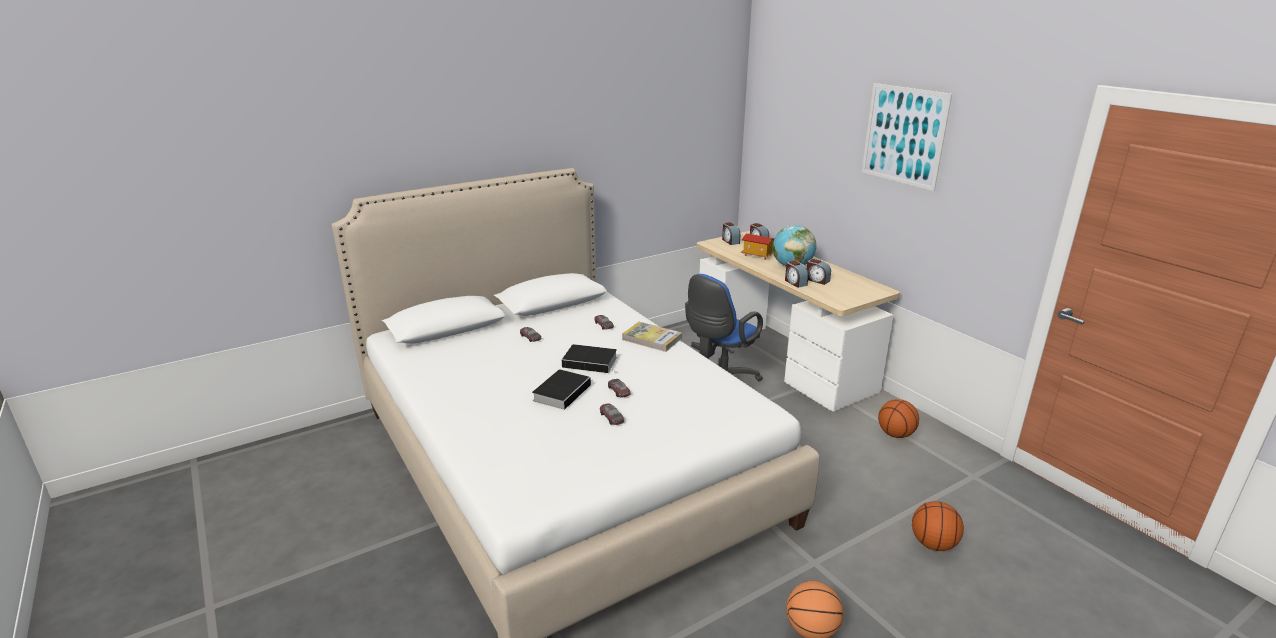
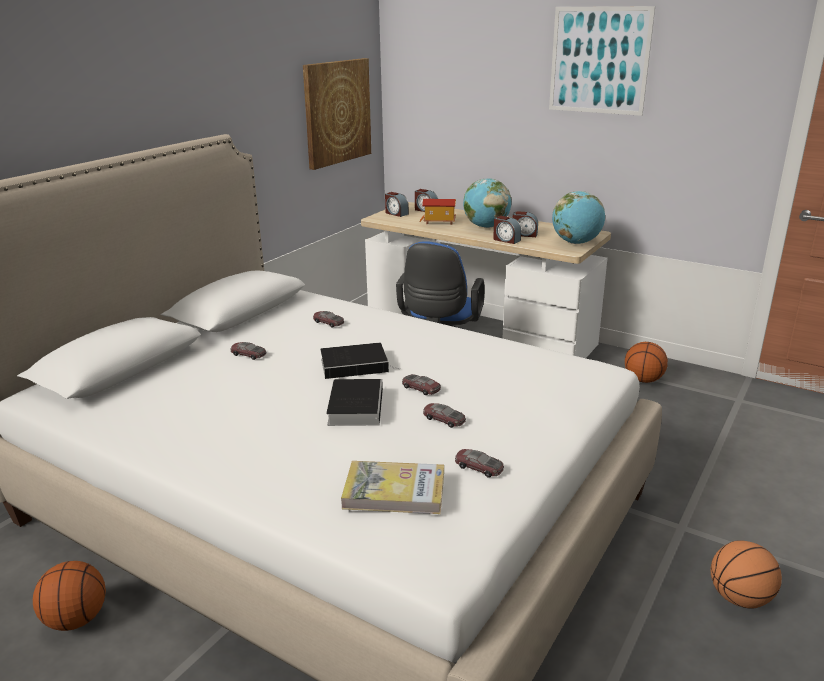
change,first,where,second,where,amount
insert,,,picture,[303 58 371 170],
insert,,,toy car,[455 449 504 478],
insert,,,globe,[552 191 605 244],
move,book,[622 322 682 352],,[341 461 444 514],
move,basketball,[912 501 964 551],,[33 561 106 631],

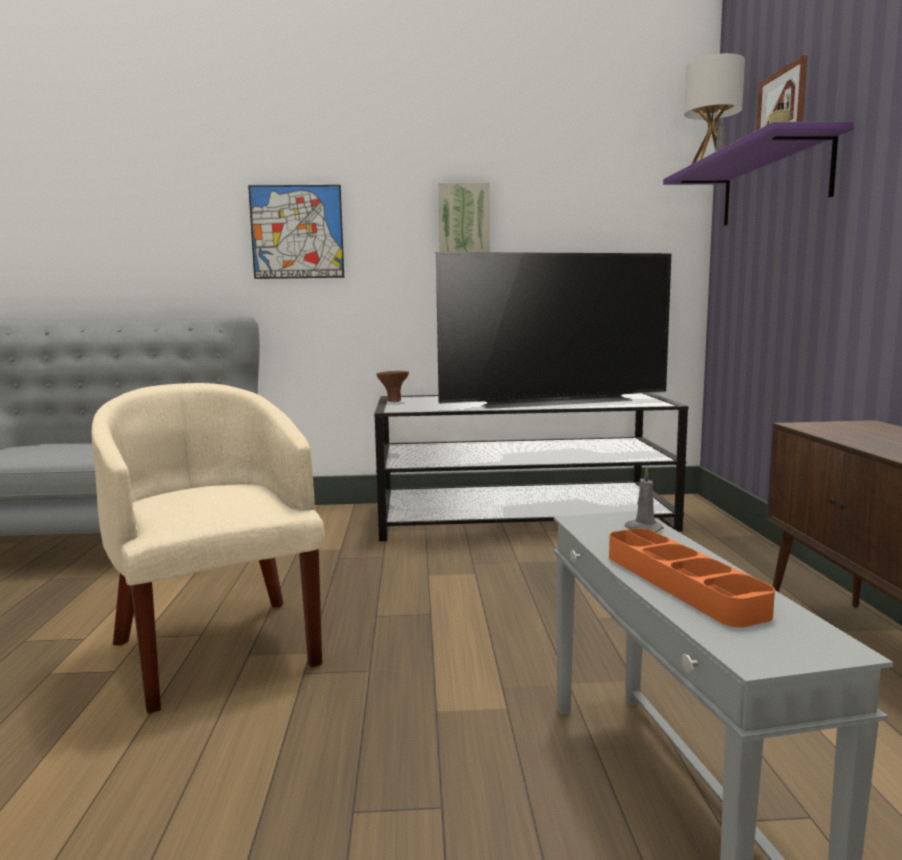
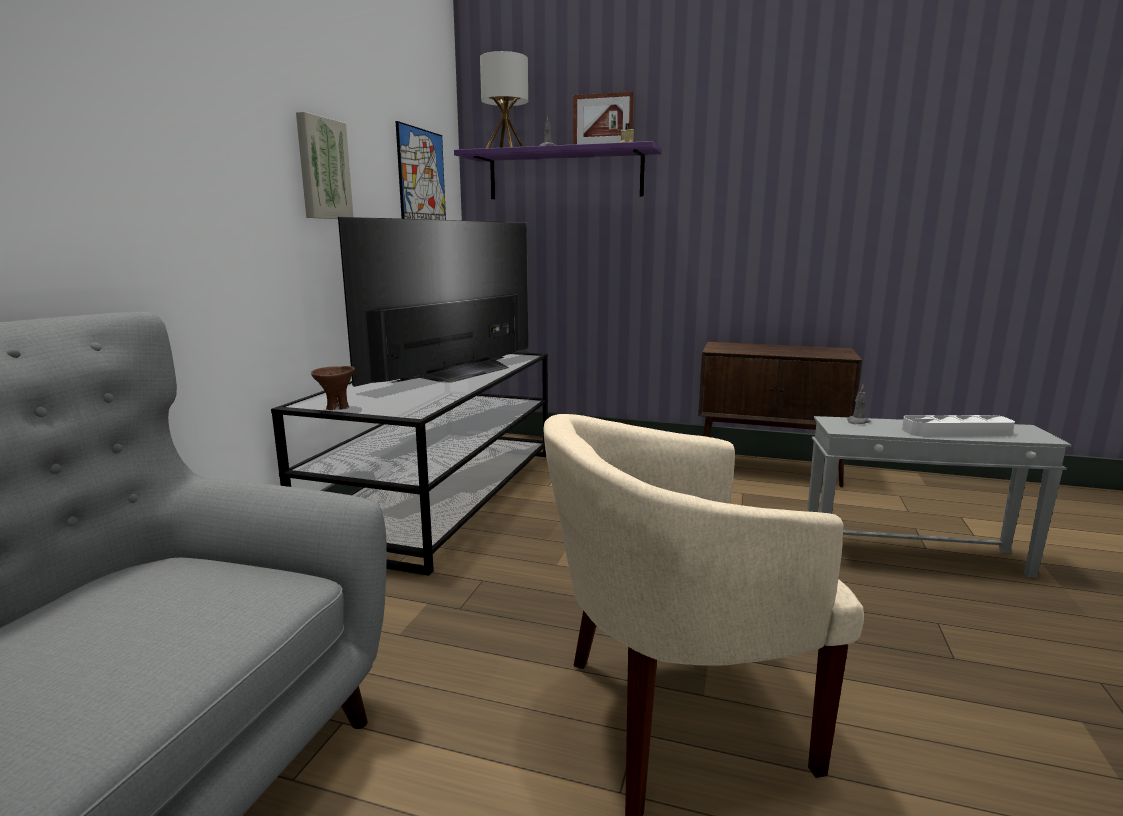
change,first,where,second,where,amount
move,picture,[248 185 344 279],,[396 121 446 220],
recolor,tray in orange,[609 528 775 627],tray in grey,[902 415 1015 436],
rotate,television,[436 252 672 409],,[338 217 528 387],150 degrees counterclockwise

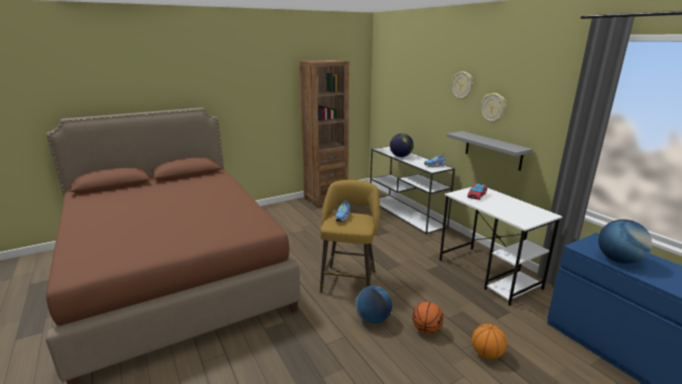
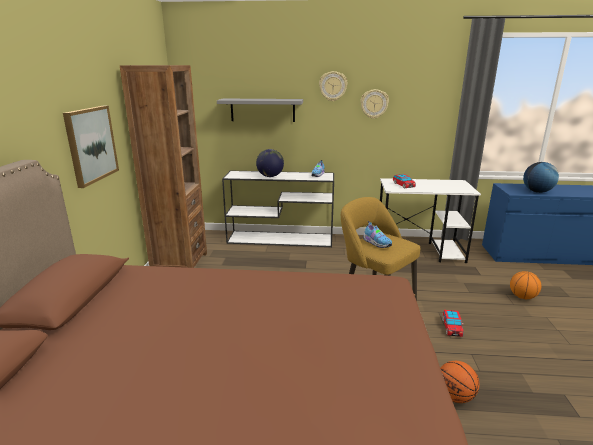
change,first,where,second,where,amount
insert,,,picture,[63 106 119 188],
move,basketball,[412 302 443 334],,[440 361 479 403],
move,shelf in grey,[446 131 533 171],,[217 99 303 122],
replace,globe,[356 286 392 324],toy car,[442 310 464 337],

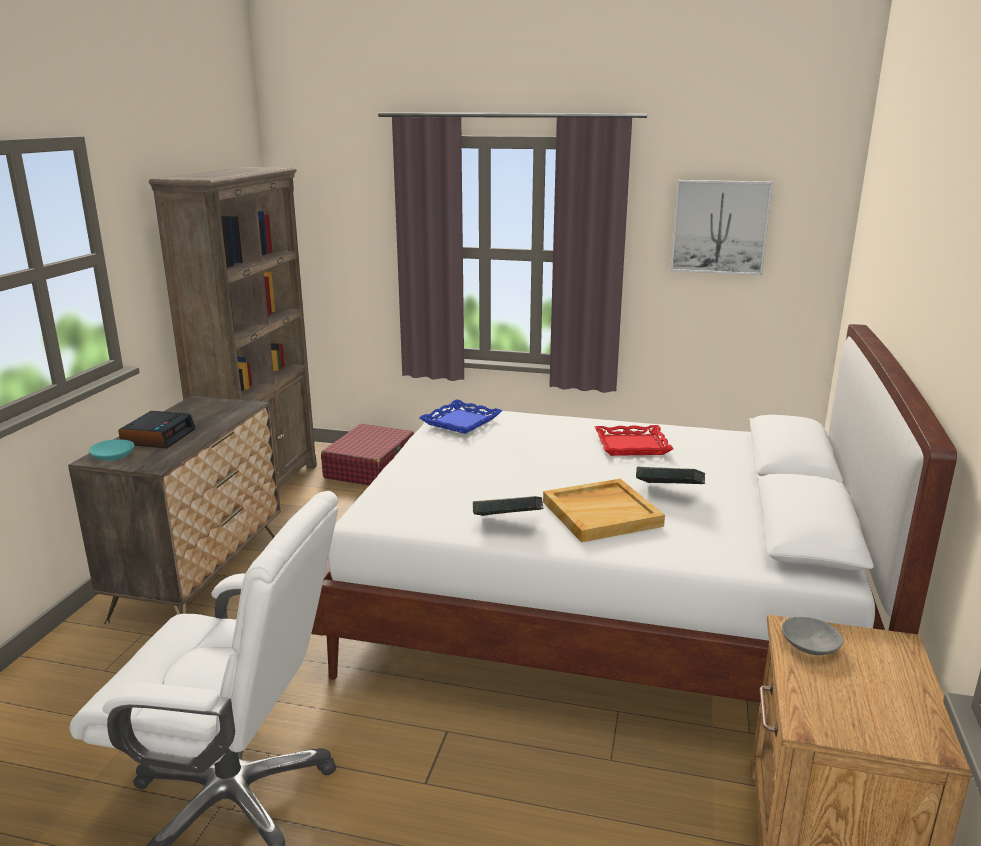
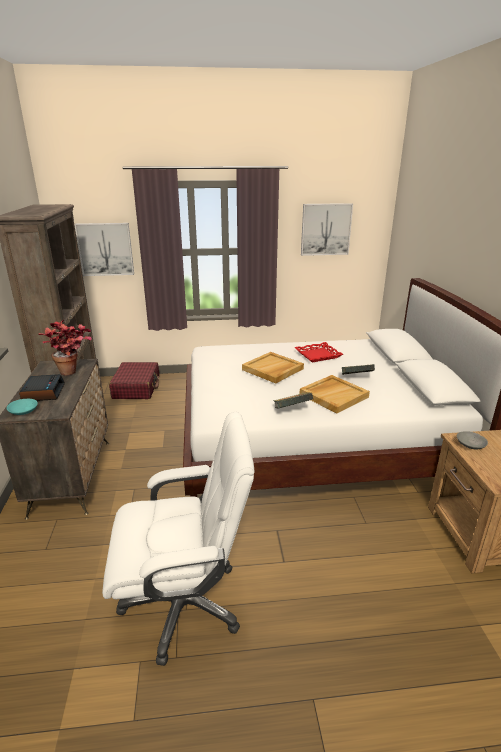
change,first,where,second,where,amount
delete,tray in blue,[419 399 503 434],,,
insert,,,potted plant,[39 320 92 376],
insert,,,picture,[75 223 134 276],
insert,,,tray in beige,[242 352 304 384],

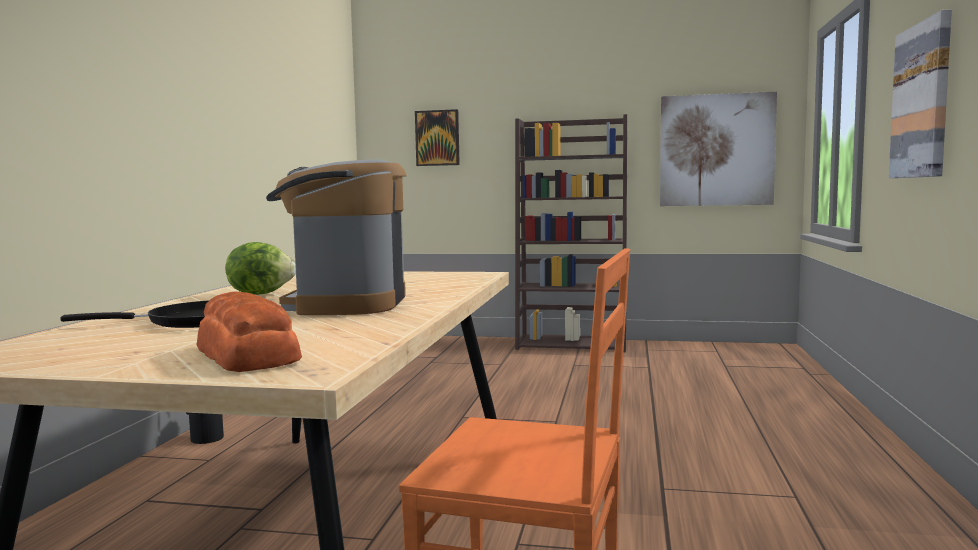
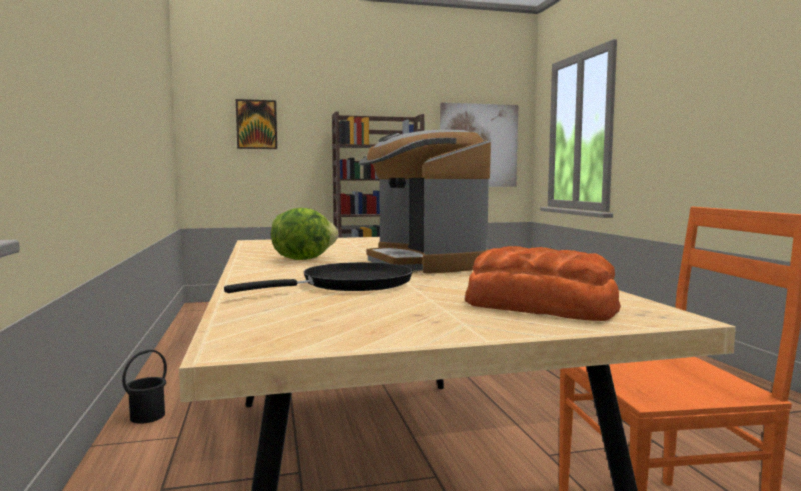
change,first,where,second,where,amount
delete,picture,[889 9 952 178],,,

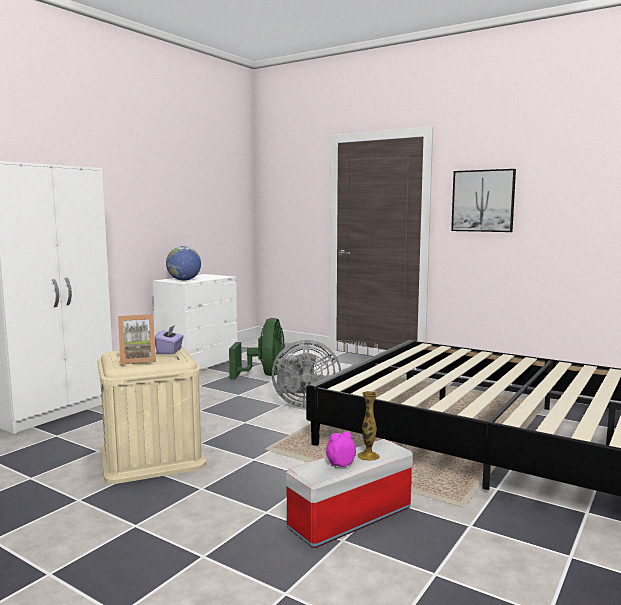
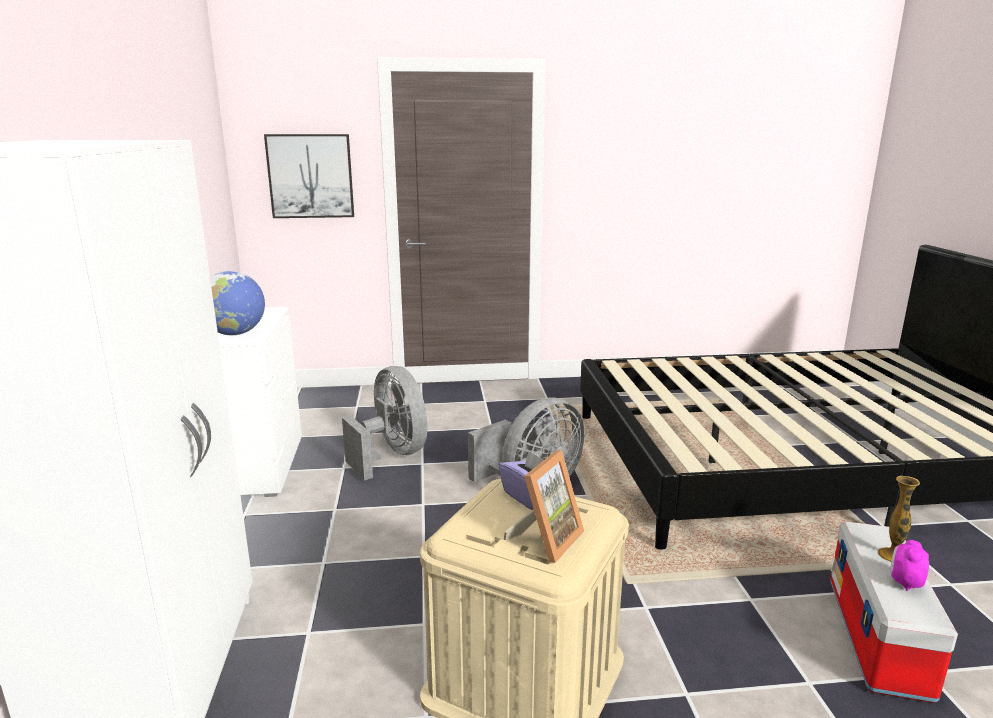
change,first,where,second,where,amount
move,picture,[451 169 516 232],,[264 134 354 218],
recolor,fan in green,[229 318 285 379],fan in grey,[342 366 428 480],

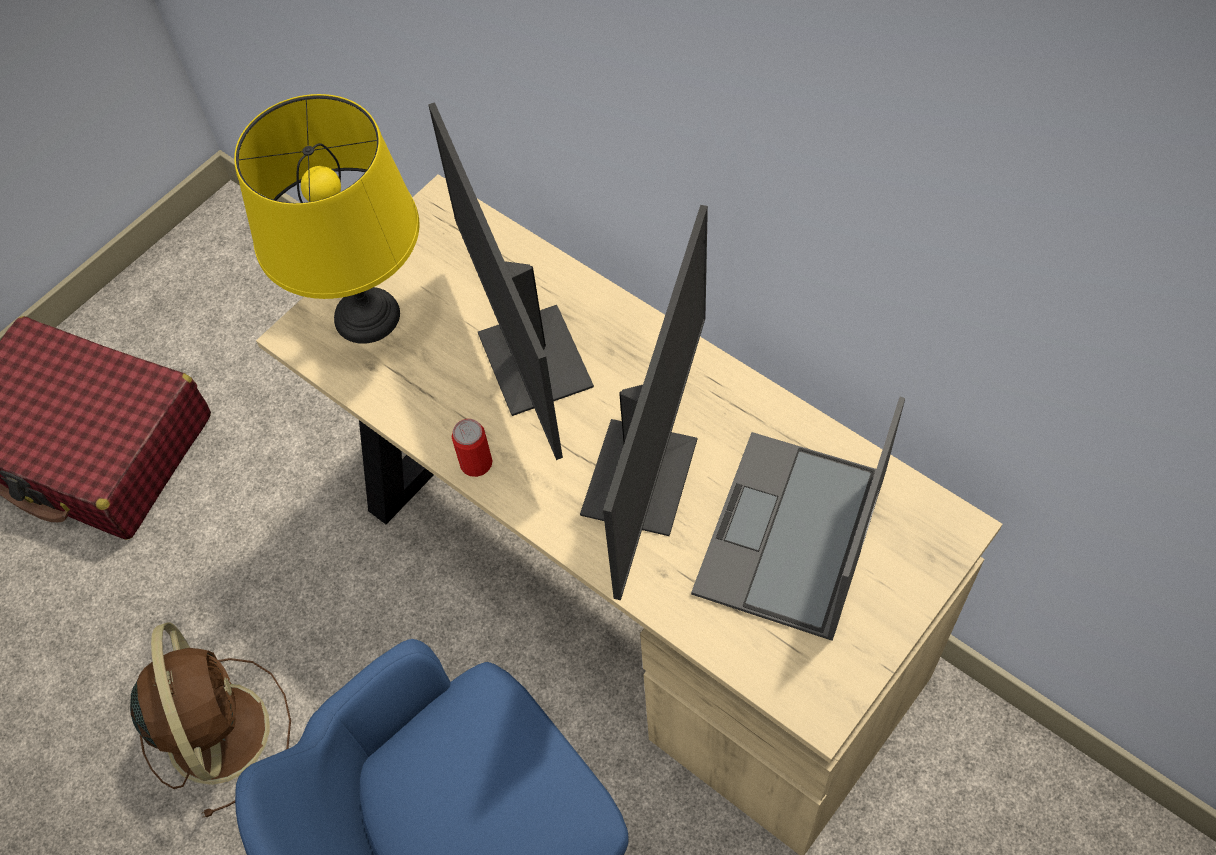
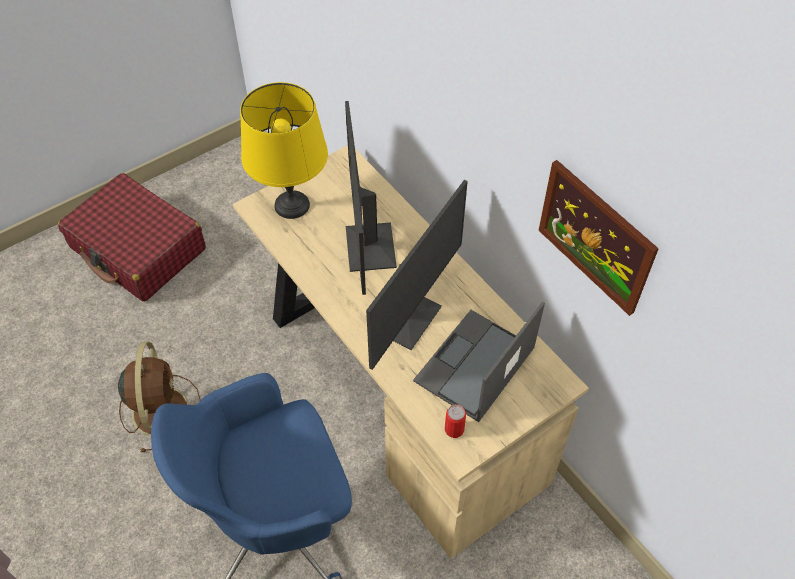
change,first,where,second,where,amount
insert,,,picture,[538 160 659 316],
move,can,[452 419 493 477],,[445 404 466 438],

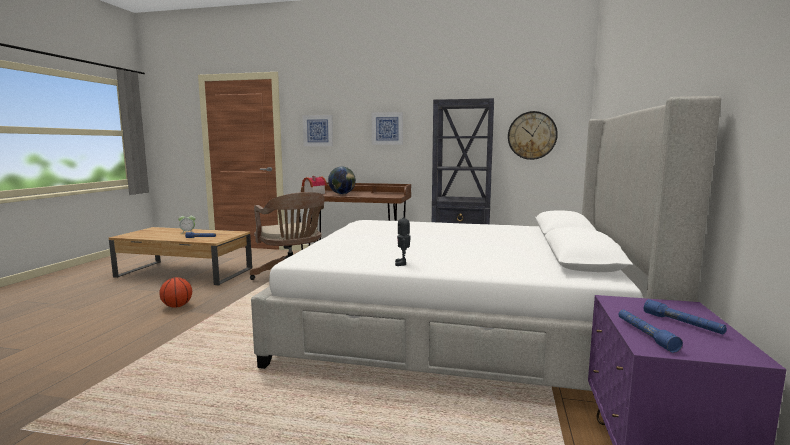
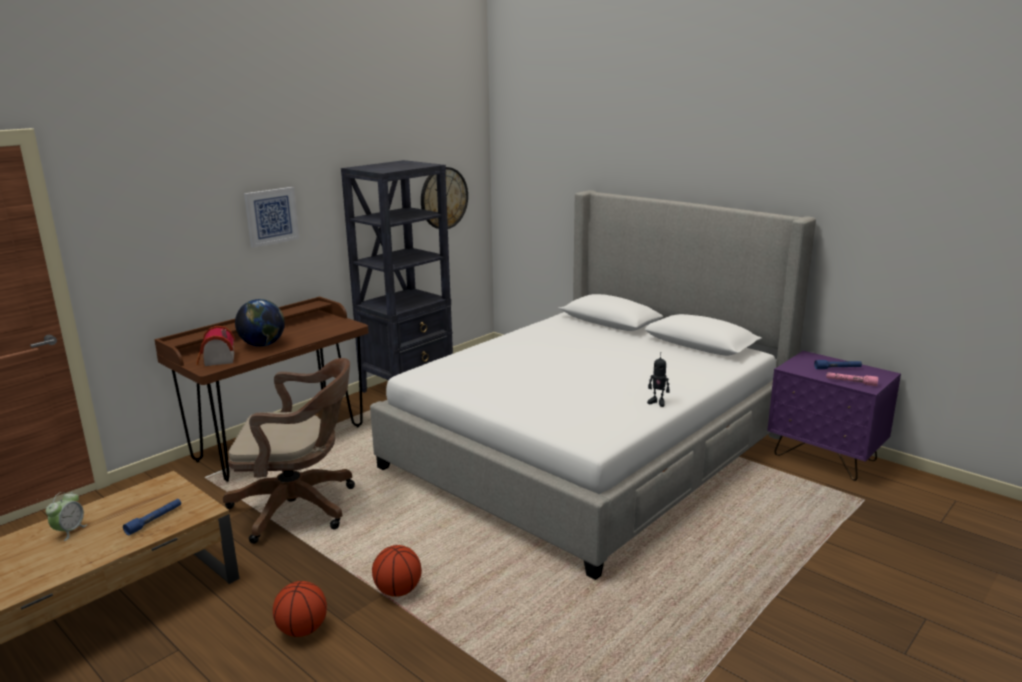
change,first,where,second,where,amount
delete,picture,[303 115 333 146],,,
insert,,,basketball,[372 545 422 597],
recolor,flashlight in blue,[618 310 683 353],flashlight in pink,[826 372 878 386],

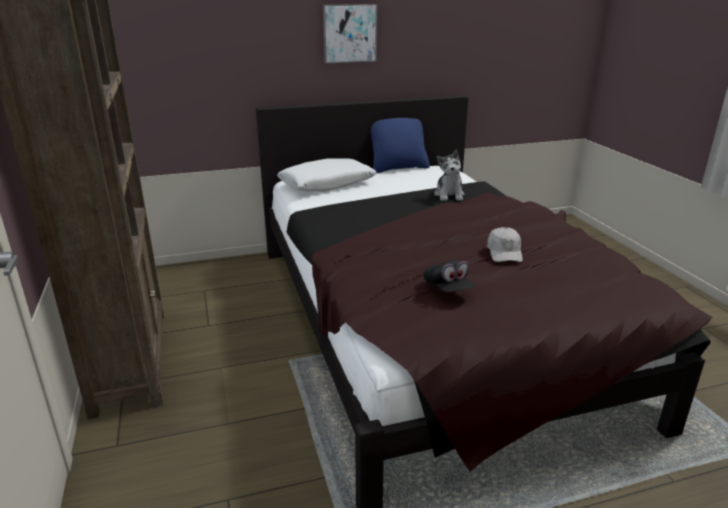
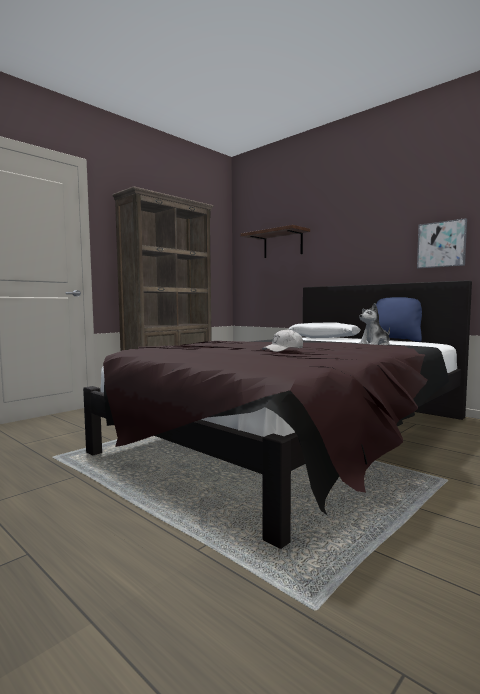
change,first,where,second,where,amount
delete,cap in black,[423 260 475 292],,,
insert,,,shelf,[241 225 310 258],
move,picture,[323 4 377 64],,[417 218 467 268],

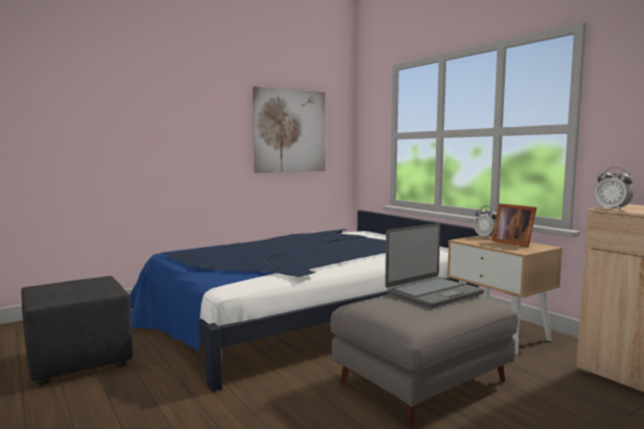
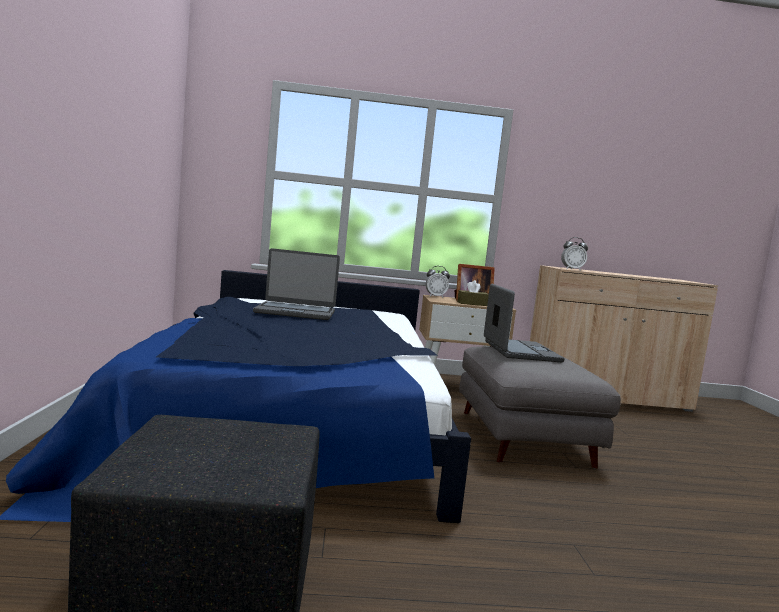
change,first,where,second,where,amount
delete,picture,[253 86 325 173],,,
insert,,,laptop,[253 248 340 320],
insert,,,tissue box in brown,[457 280 489 306],

